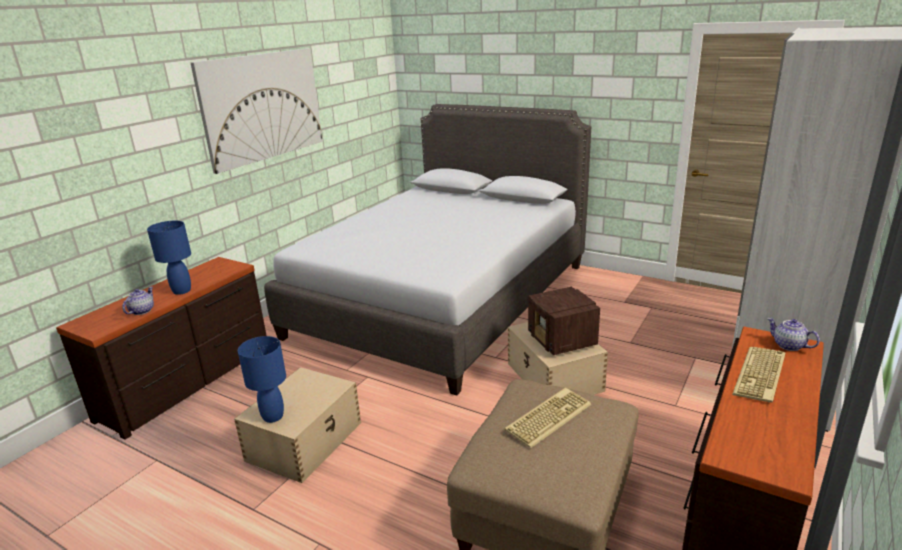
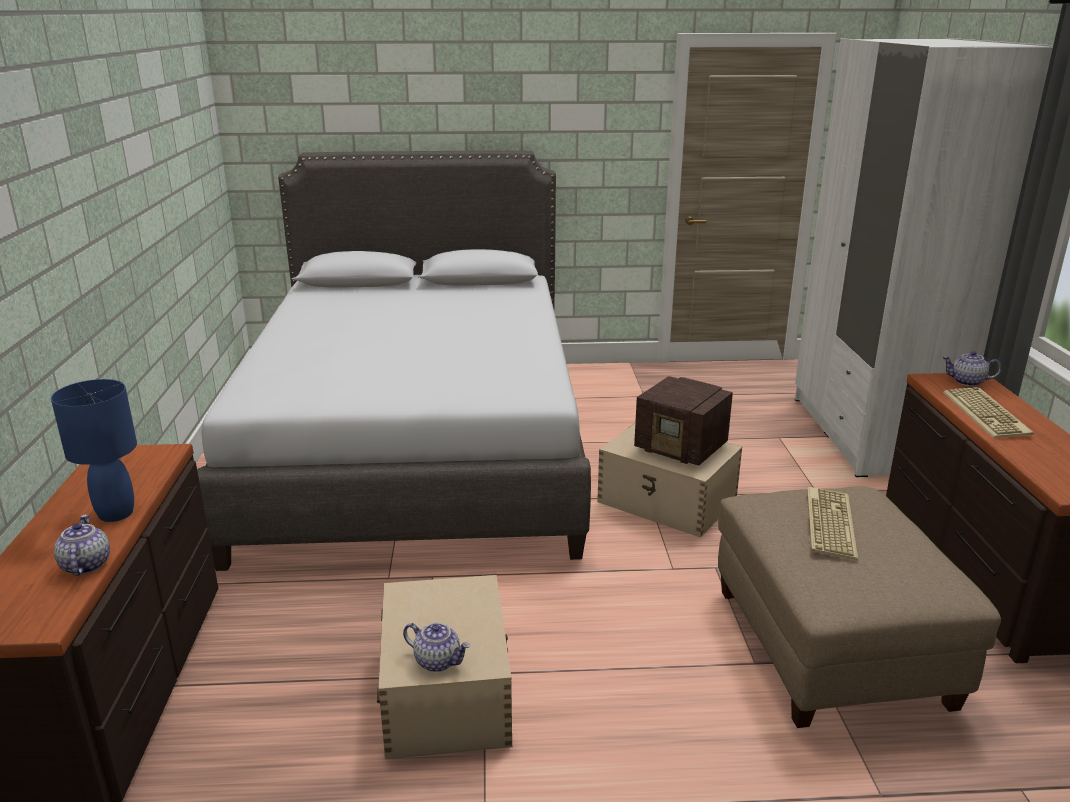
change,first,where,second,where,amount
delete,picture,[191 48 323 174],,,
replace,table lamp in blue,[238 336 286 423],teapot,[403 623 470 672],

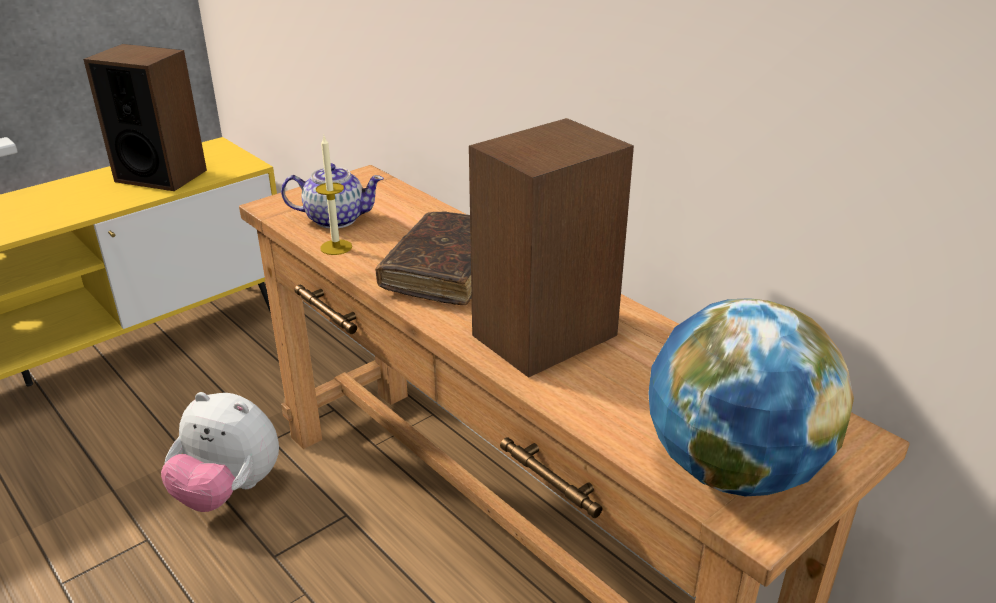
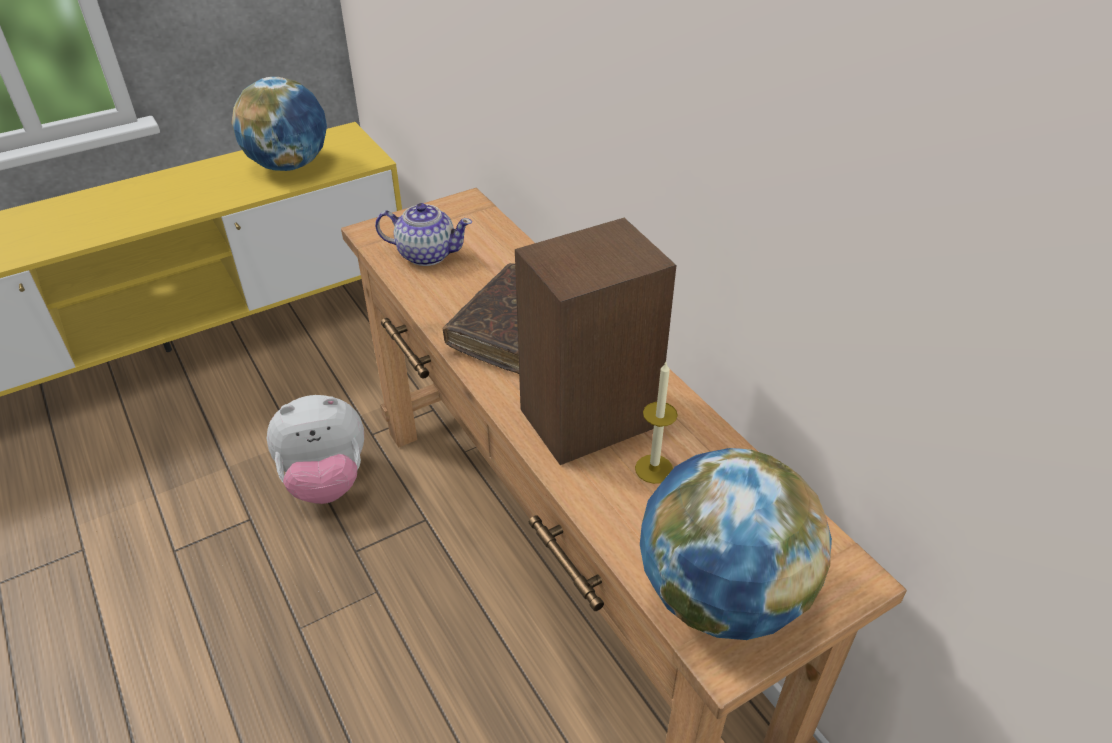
change,first,where,second,where,amount
move,candle,[316 136 352 255],,[635 362 678 484],
replace,speaker,[83 44 207 191],globe,[231 77 327 171],
rotate,plush toy,[161 392 279 512],,[267 395 364 504],45 degrees counterclockwise

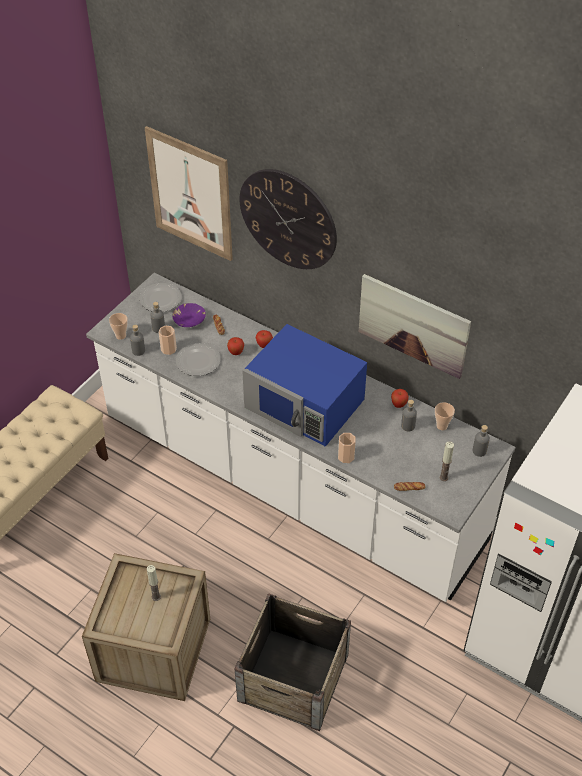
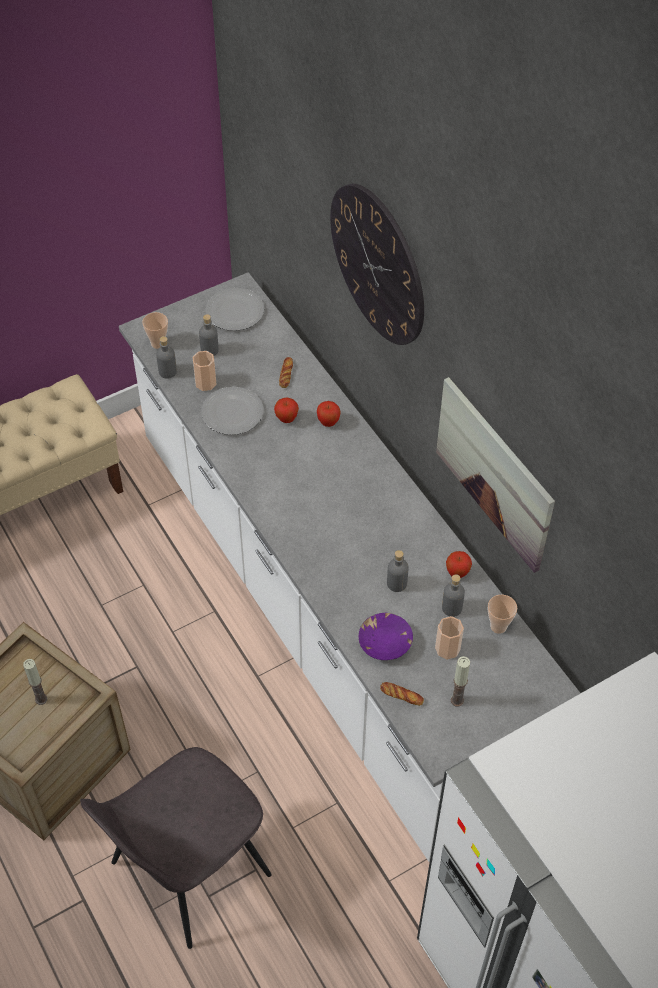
change,first,where,second,where,amount
delete,picture,[145 126 233 261],,,
delete,microwave in blue,[242 324 367 447],,,
move,bowl in purple,[172 303 206 327],,[359 613 413 660],
move,cup,[338 433 356 463],,[435 616 464 660],
move,bottle in grey,[473 425 490 457],,[387 550 409 592],
replace,crate,[235 593 351 731],chair in grey,[80 747 272 949],

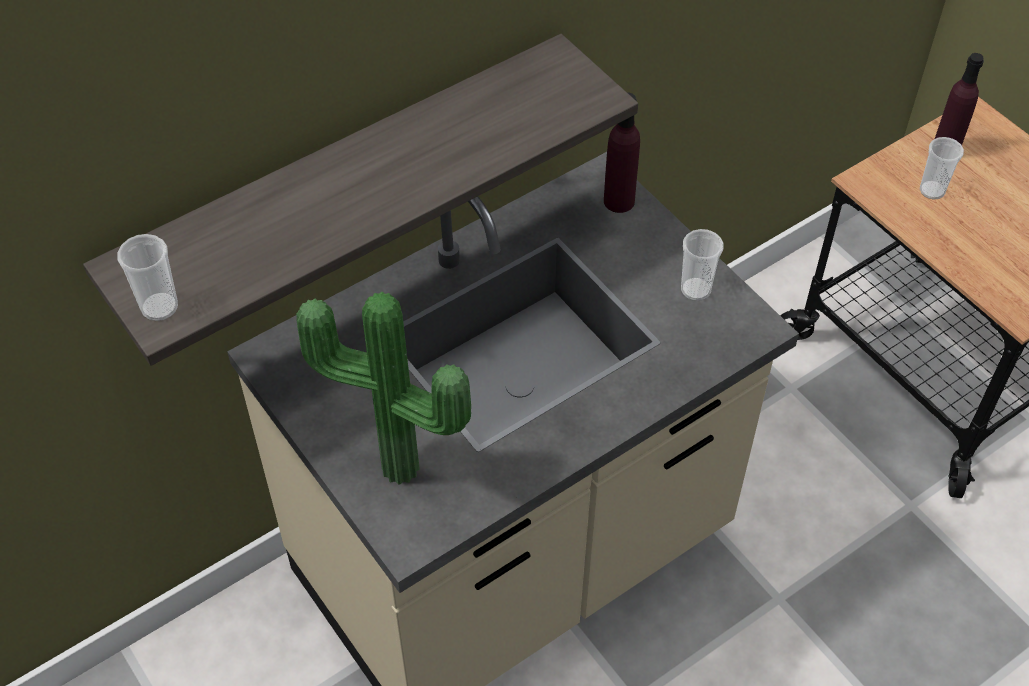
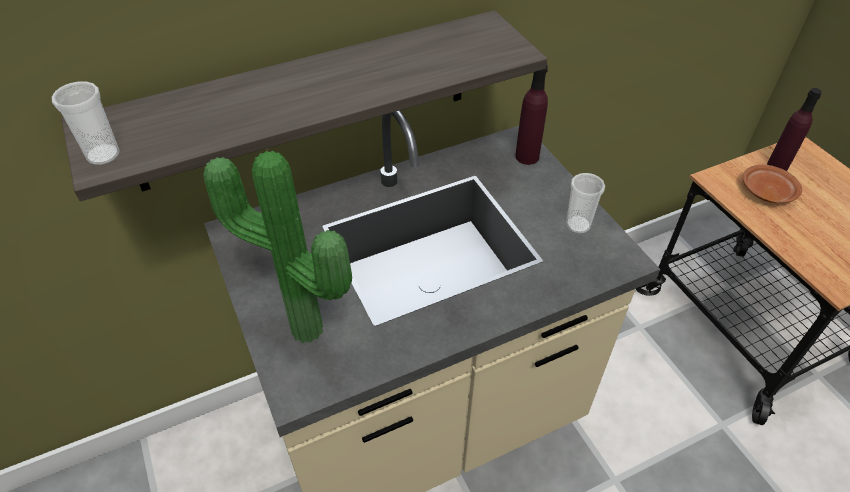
change,first,where,second,where,amount
replace,cup,[920 137 964 200],plate in brown,[743 165 802 203],

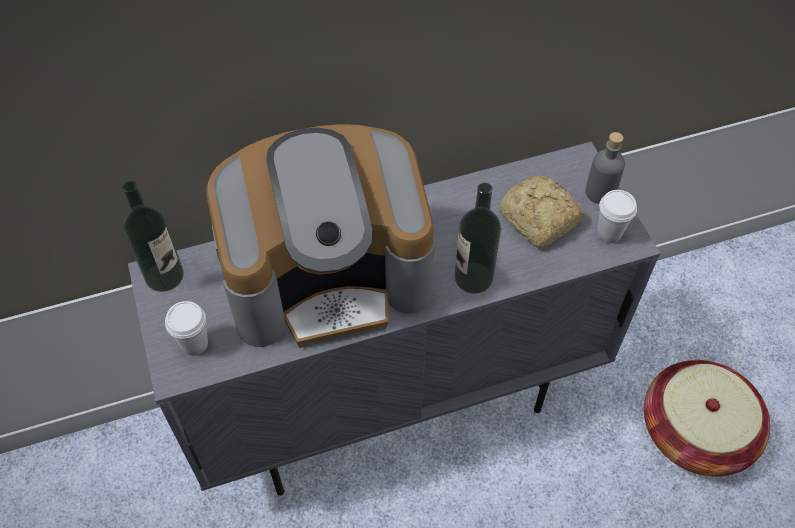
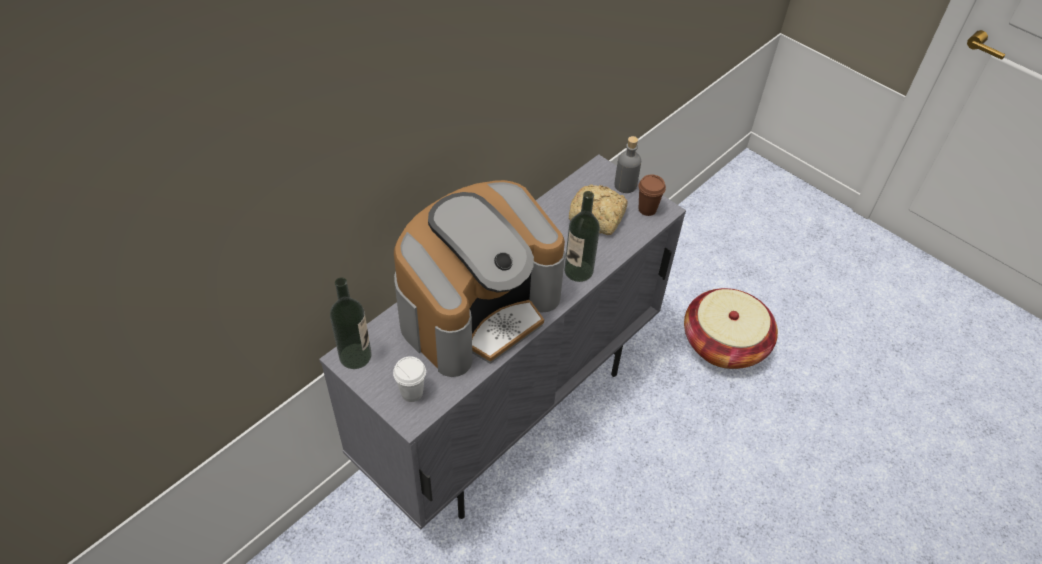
change,first,where,second,where,amount
recolor,cup in white,[597 190 637 243],cup in brown,[639 175 666 216],

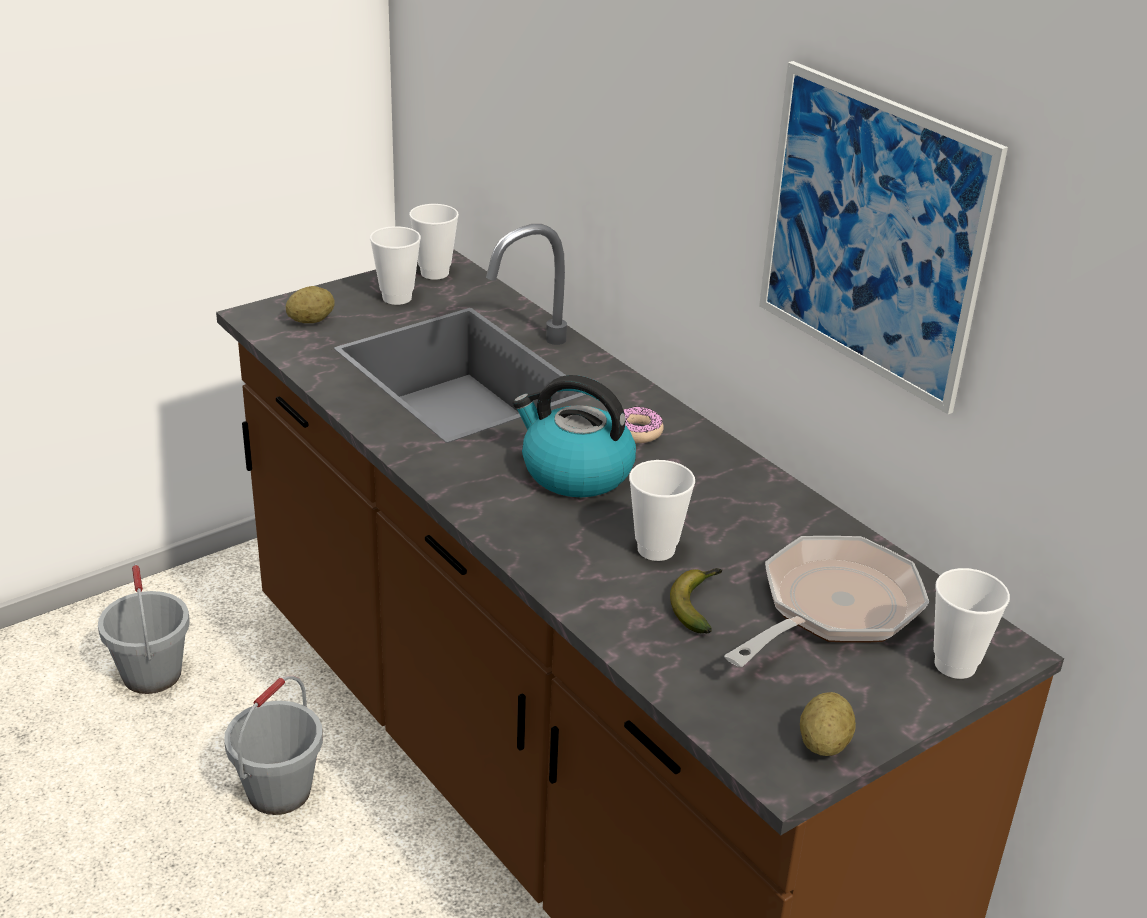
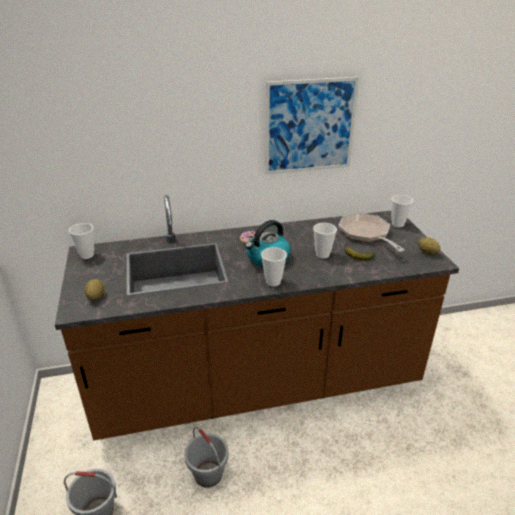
change,first,where,second,where,amount
move,cup,[370 226 421 305],,[261 247 287 286],

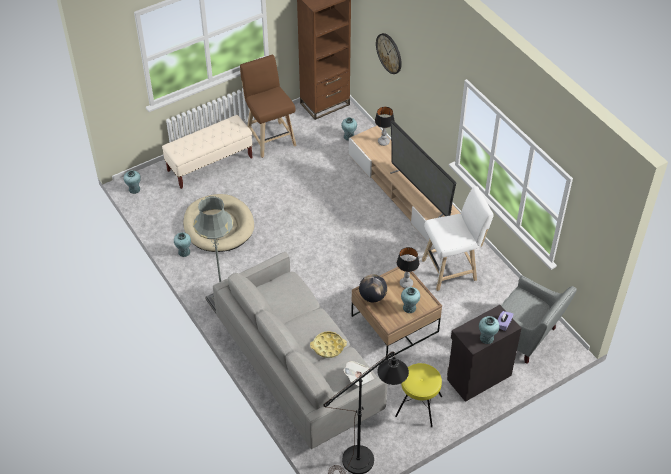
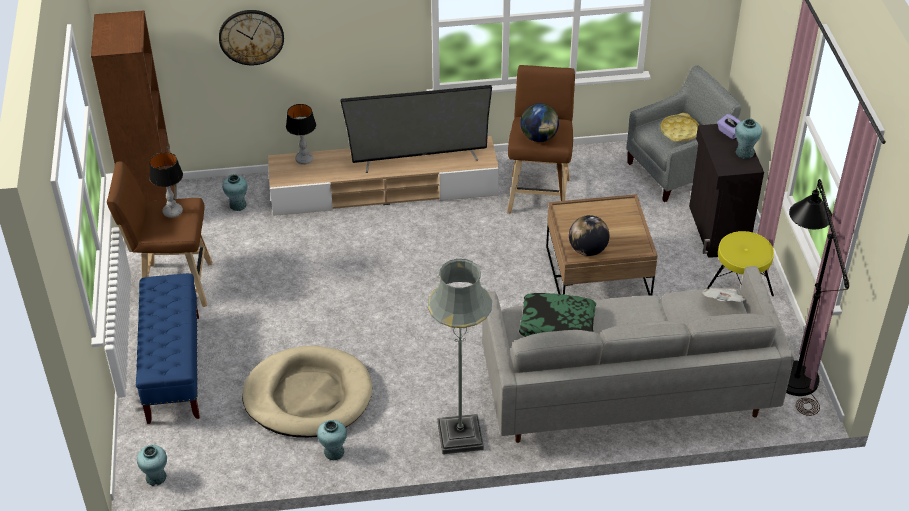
change,first,where,second,where,amount
delete,vase in turquoise,[401 287 420 313],,,
insert,,,pillow,[519 293 596 337],
insert,,,globe,[520 103 559 142],
move,tray in yellow,[310 331 347 358],,[660 113 699 142],
move,table lamp,[397 247 419 288],,[149 152 183 218],
recolor,bench in beige,[162 115 253 189],bench in blue,[136 273 200 424],
recolor,stool in white,[422 186 494 291],stool in brown,[507 65 575 214],

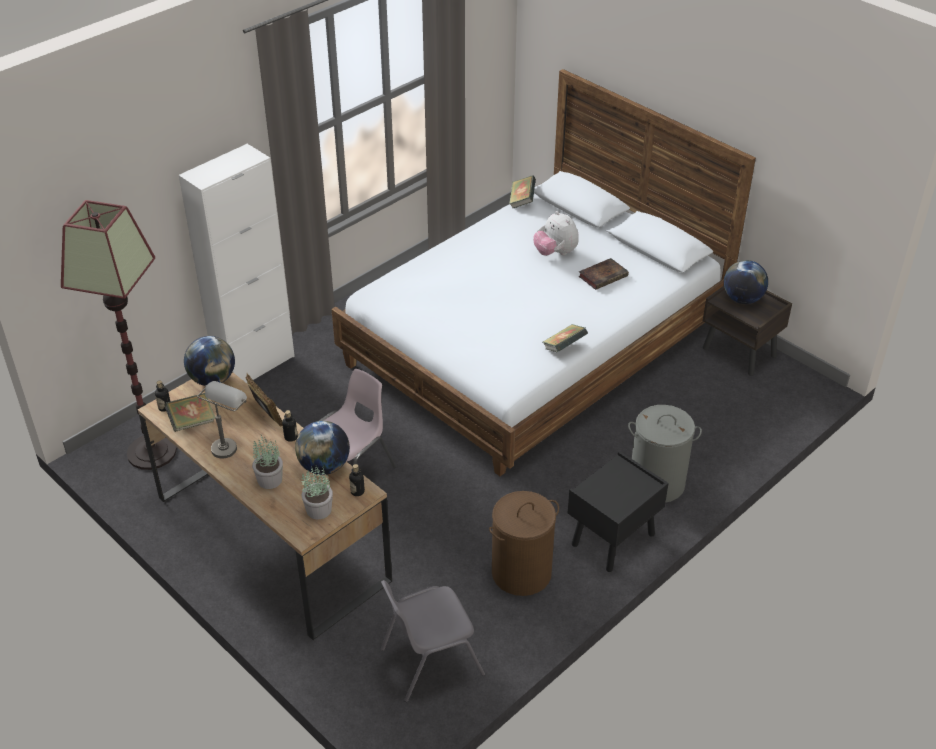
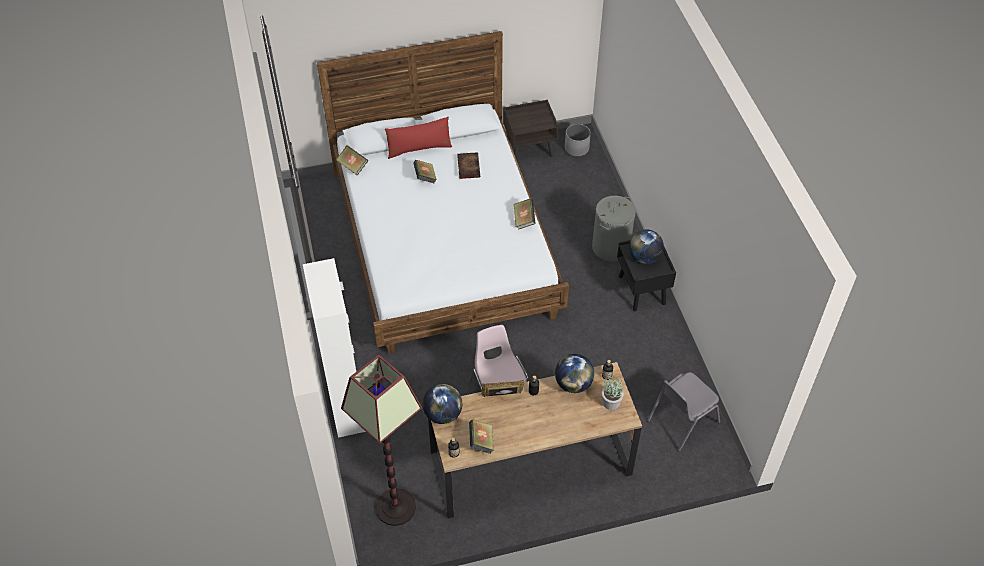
change,first,where,second,where,amount
delete,table lamp in grey,[197 381 247 459],,,
delete,potted plant,[252 435 283 489],,,
delete,laundry basket in brown,[489 491 559 596],,,
insert,,,pillow in red,[385 117 453 159],
insert,,,planter in grey,[565 124 591 157],
move,globe,[724 260 768 304],,[629 230 664 264],
replace,plush toy,[533 211 579 256],book,[413 160 437 184],
rotate,chair in grey,[381 580 485 702],,[647 372 720 452],45 degrees clockwise

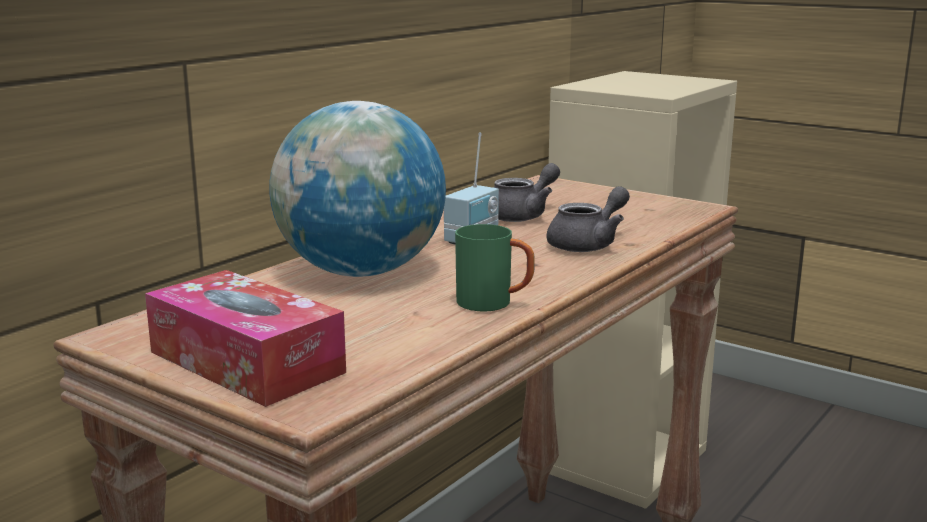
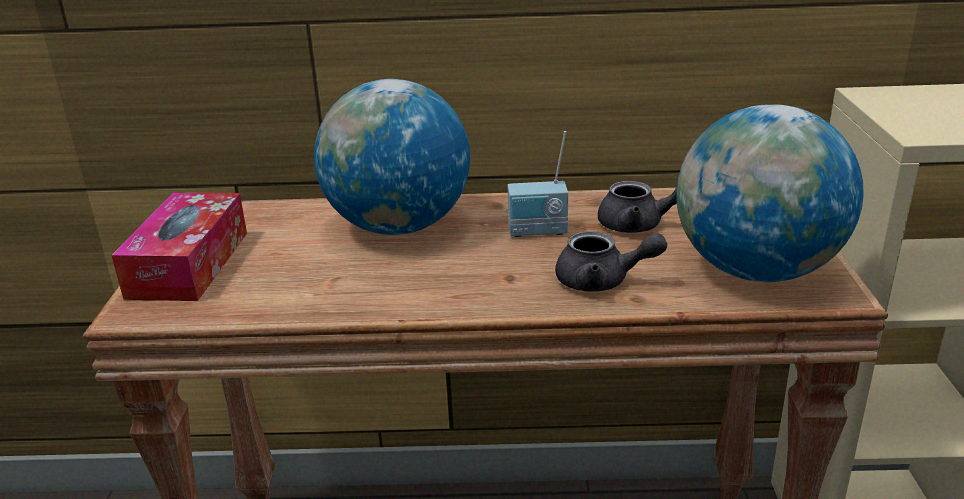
change,first,where,second,where,amount
delete,mug in green,[455 224 535 312],,,
insert,,,globe,[676 104 864 282],

